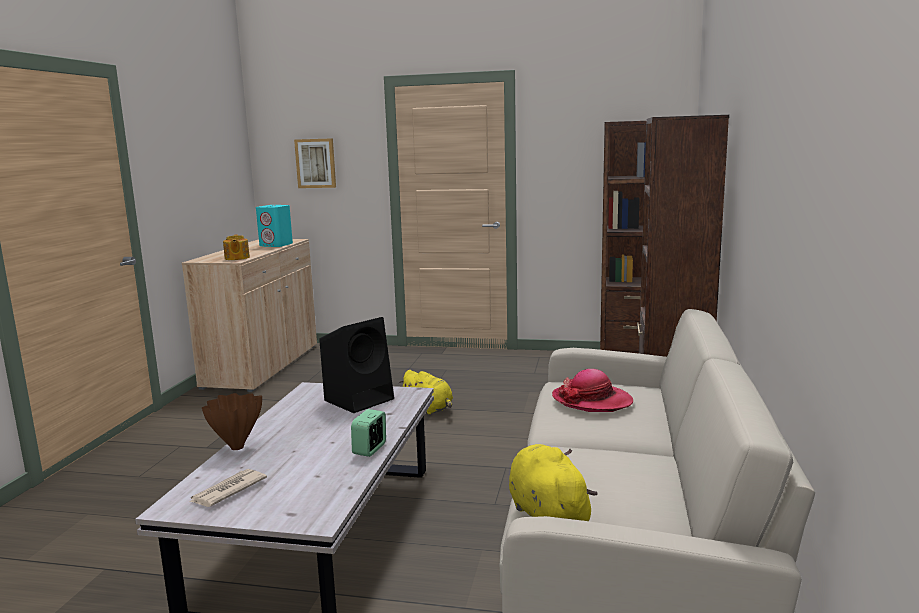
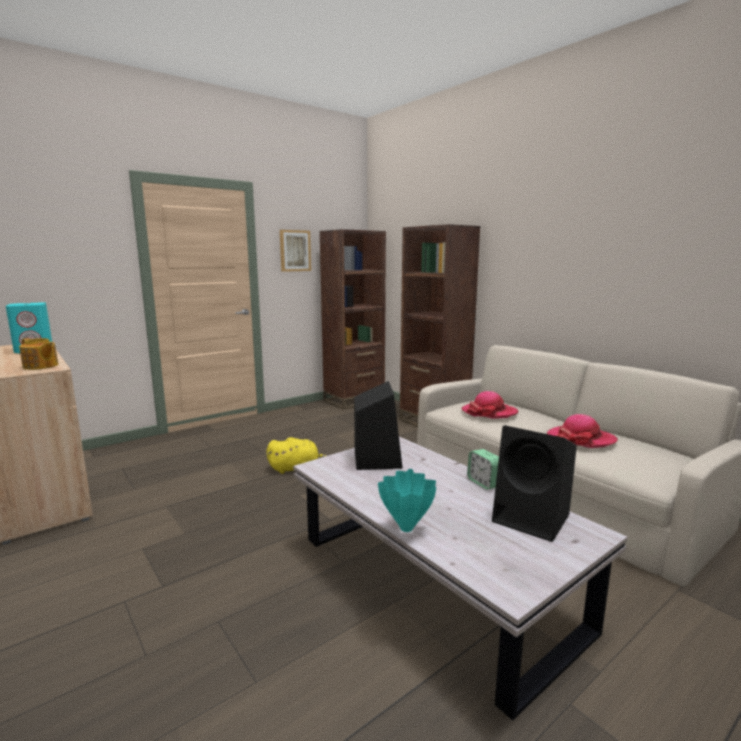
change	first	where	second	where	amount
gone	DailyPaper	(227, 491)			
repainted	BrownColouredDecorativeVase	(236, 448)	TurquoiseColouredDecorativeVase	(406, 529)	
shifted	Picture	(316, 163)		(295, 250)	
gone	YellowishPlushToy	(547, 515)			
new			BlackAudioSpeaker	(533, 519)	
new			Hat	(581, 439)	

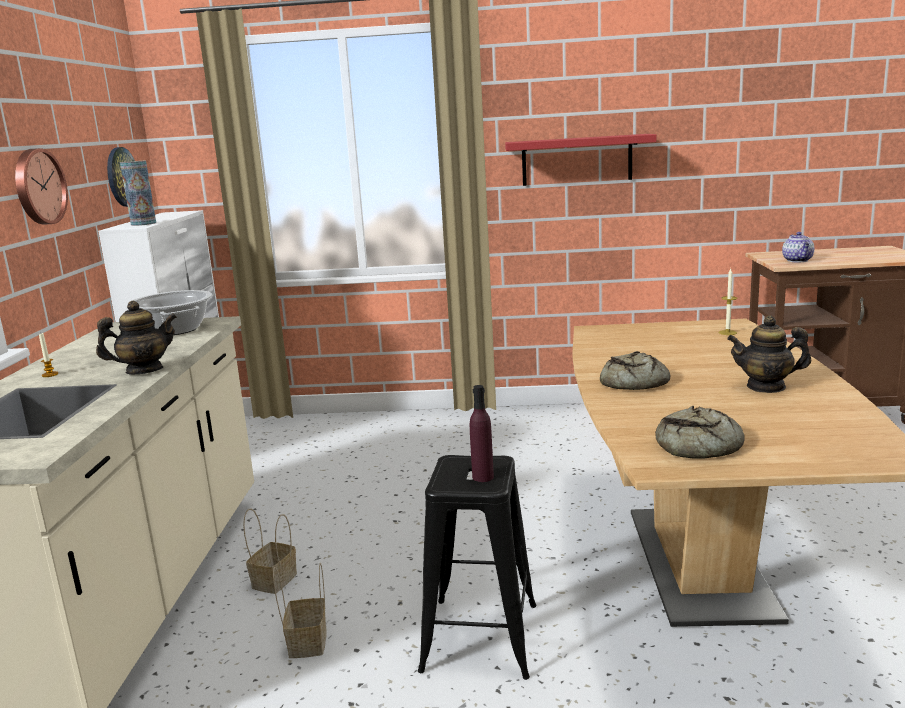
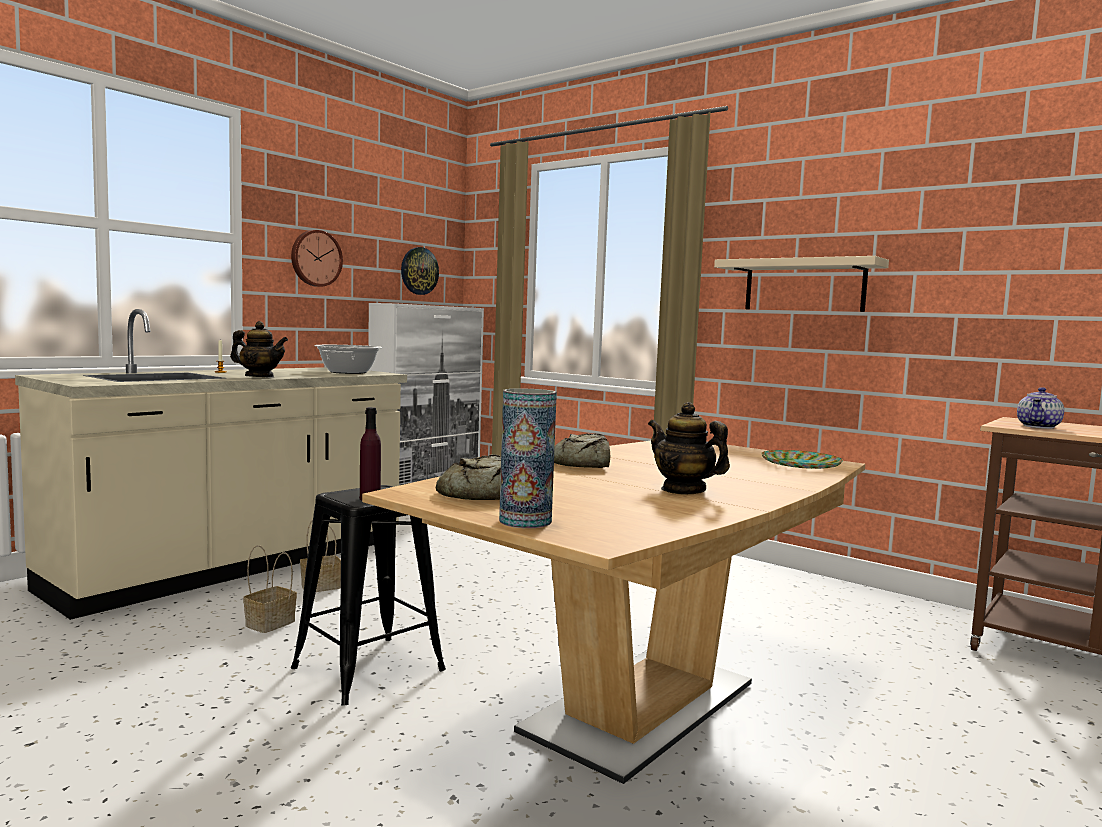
change	first	where	second	where	amount
shifted	DecorativeVase	(143, 224)		(525, 521)	
repainted	RedColouredBracketShelf	(576, 160)	BeigeBracketShelf	(804, 286)	
swapped	Candle	(727, 332)	FlatDish	(800, 464)	

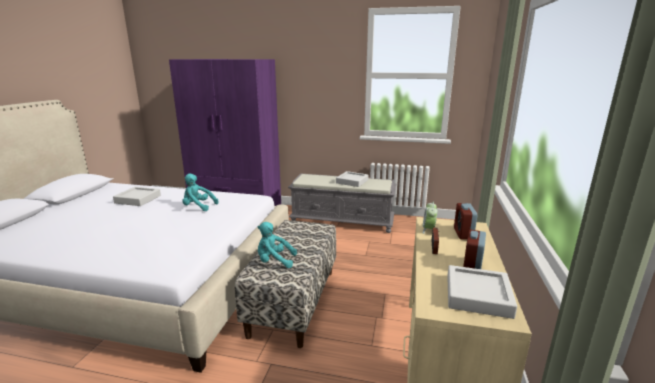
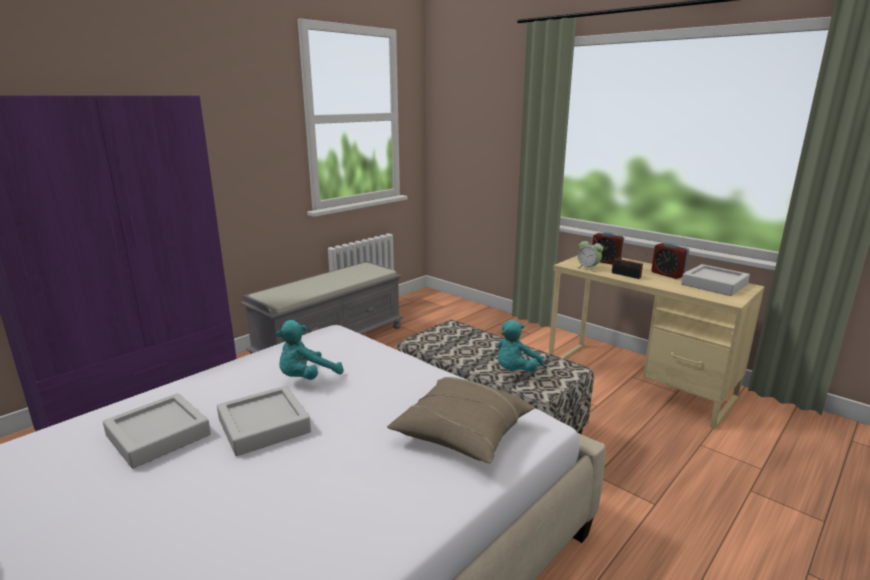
change	first	where	second	where	amount
shifted	GreyishServingTray	(352, 181)		(264, 425)	
new			BeigeCushion	(462, 434)	

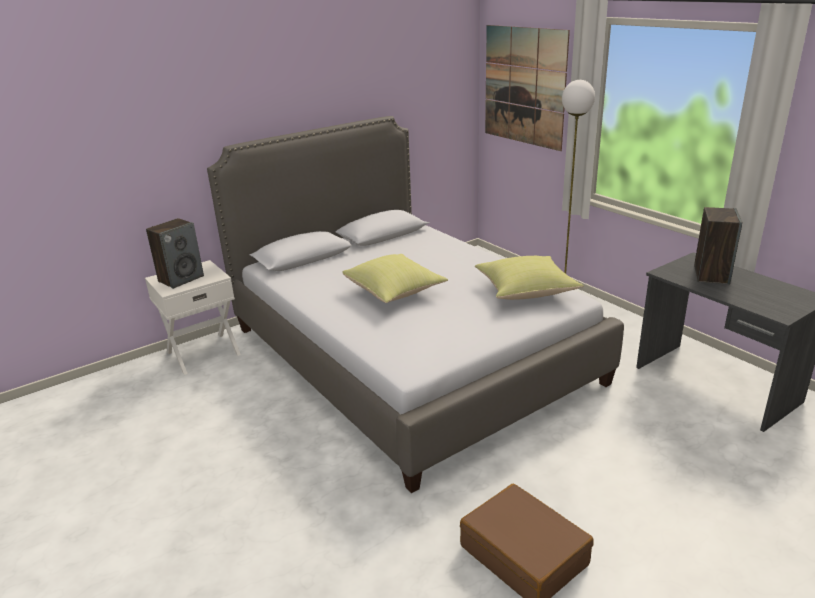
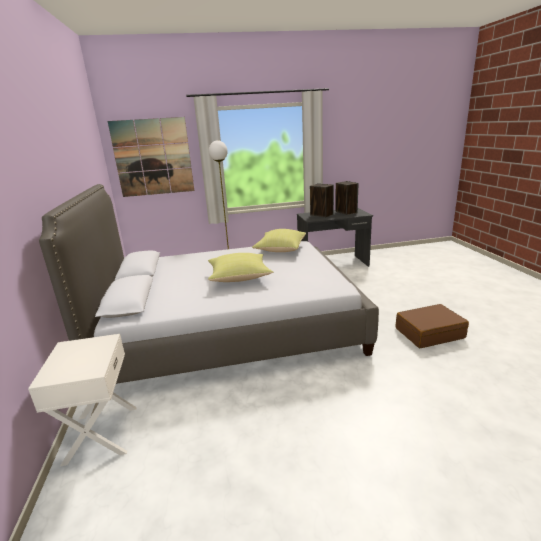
change	first	where	second	where	amount
shifted	AudioSpeaker	(181, 279)		(346, 212)	

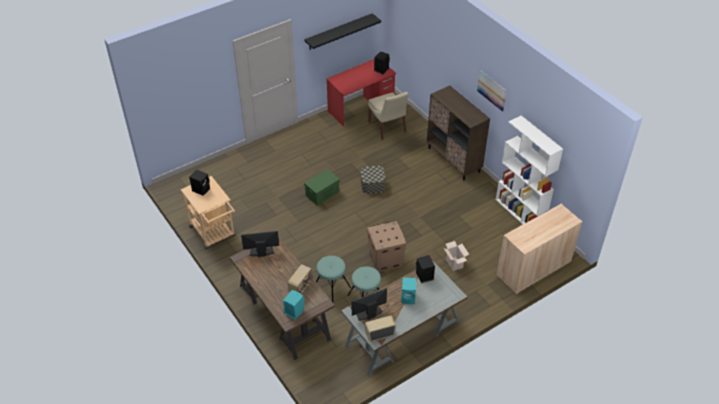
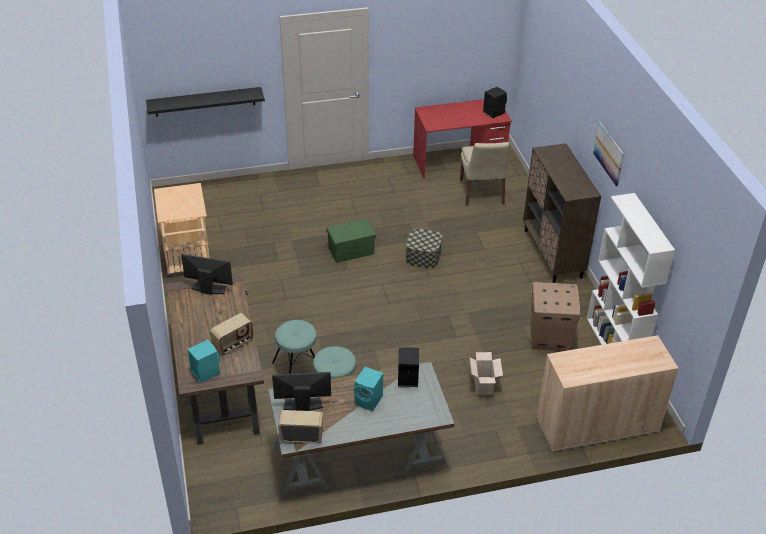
change	first	where	second	where	amount
gone	BlackAudioSpeaker	(201, 189)			
shifted	BlackBracketShelf	(339, 32)		(205, 101)	
shifted	Carton	(385, 260)		(548, 337)	

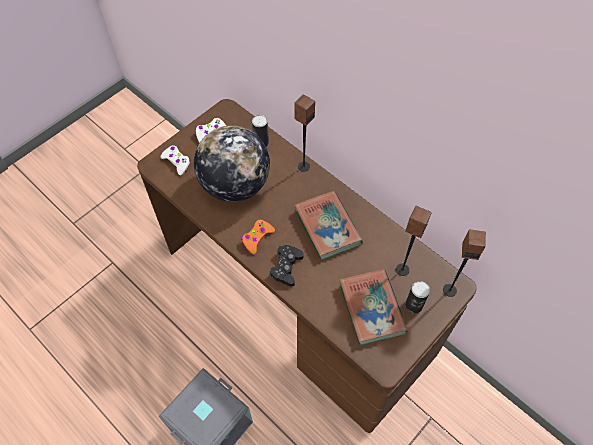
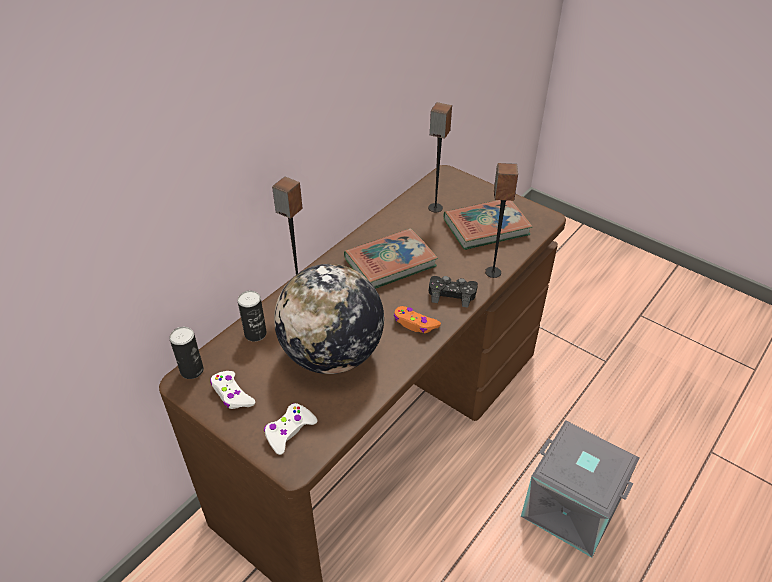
change	first	where	second	where	amount
shifted	MetalCan	(413, 305)		(192, 370)	
shifted	AudioSpeaker	(449, 290)		(492, 272)	

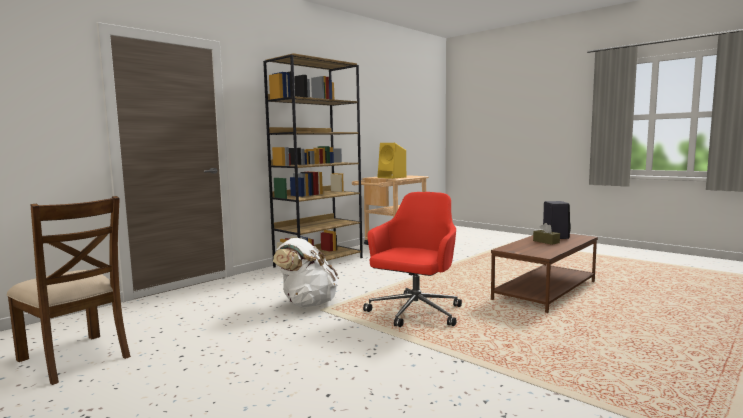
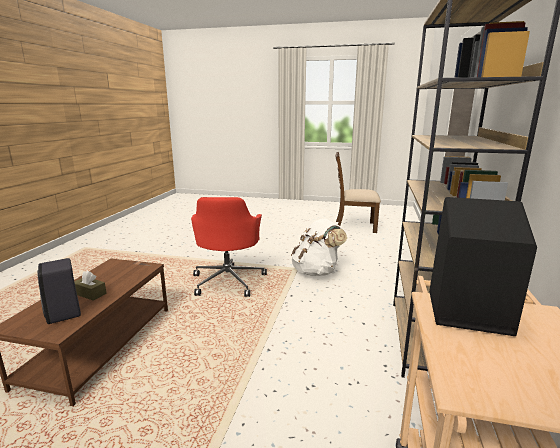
change	first	where	second	where	amount
repainted	YellowishAudioSpeaker	(392, 177)	BlackAudioSpeaker	(465, 312)	

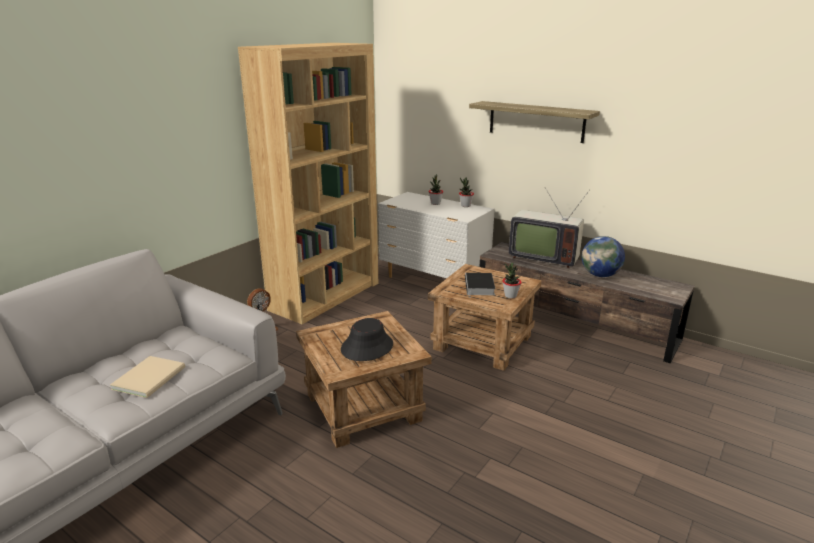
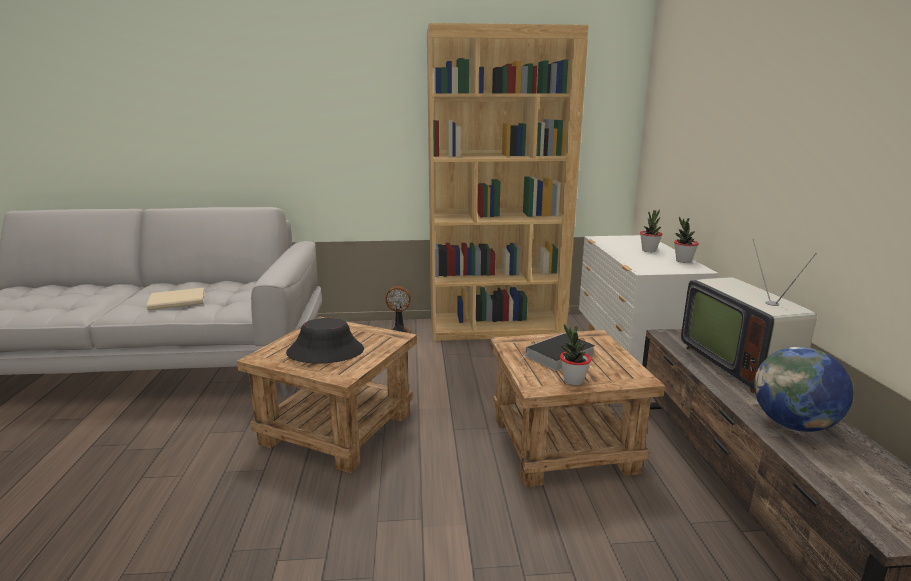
change	first	where	second	where	amount
gone	BracketShelf	(536, 121)			

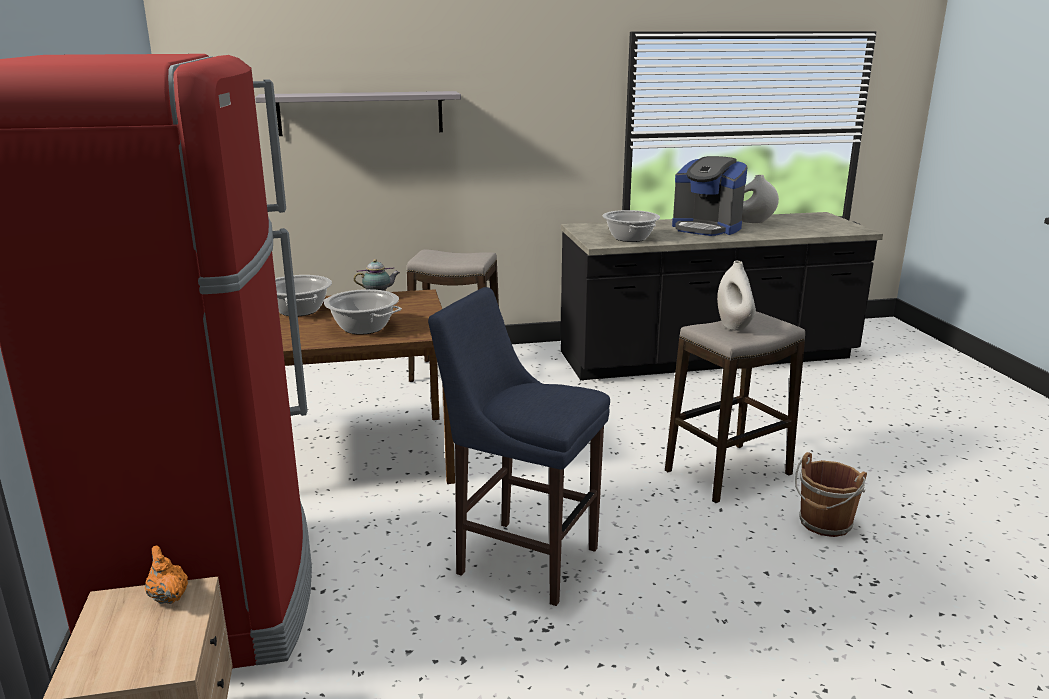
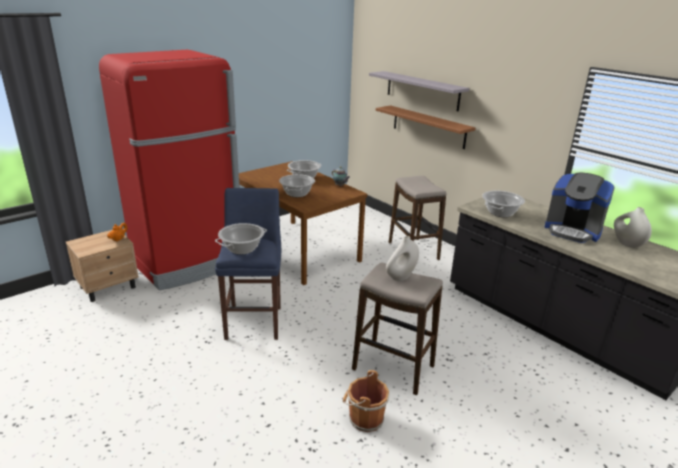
change	first	where	second	where	amount
rotated	CoffeeBrewer	(706, 228)		(572, 231)	60 degrees counterclockwise
new			CookingPot	(242, 249)	
new			BrownColouredBracketShelf	(428, 126)	

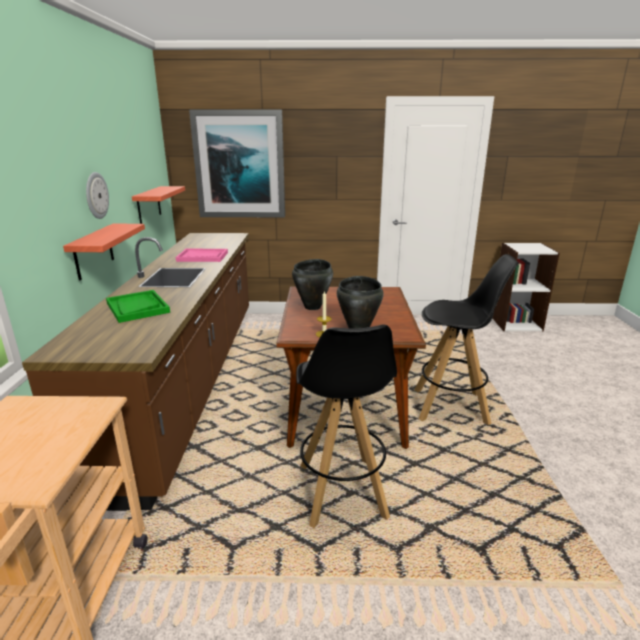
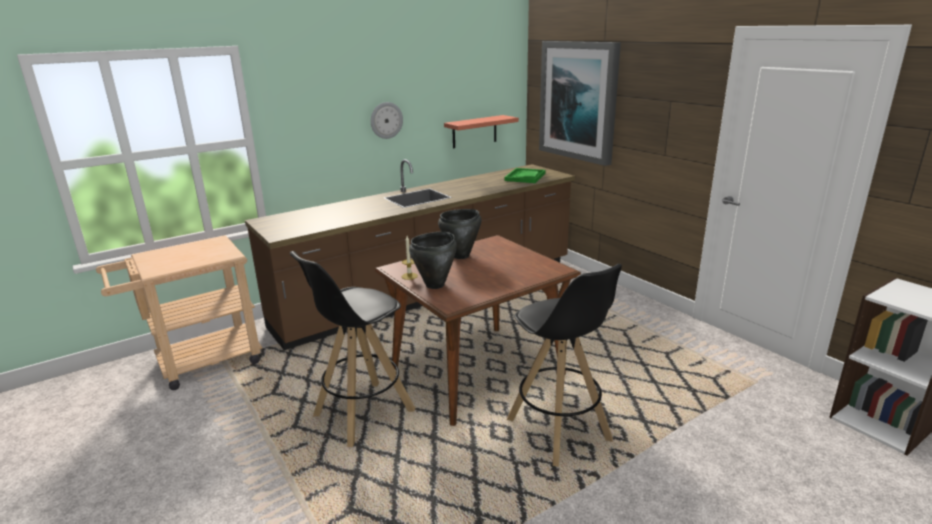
change	first	where	second	where	amount
gone	BracketShelf	(93, 251)			
shifted	GreenishServingTray	(137, 307)		(525, 177)	
gone	PinkishServingTray	(203, 257)			

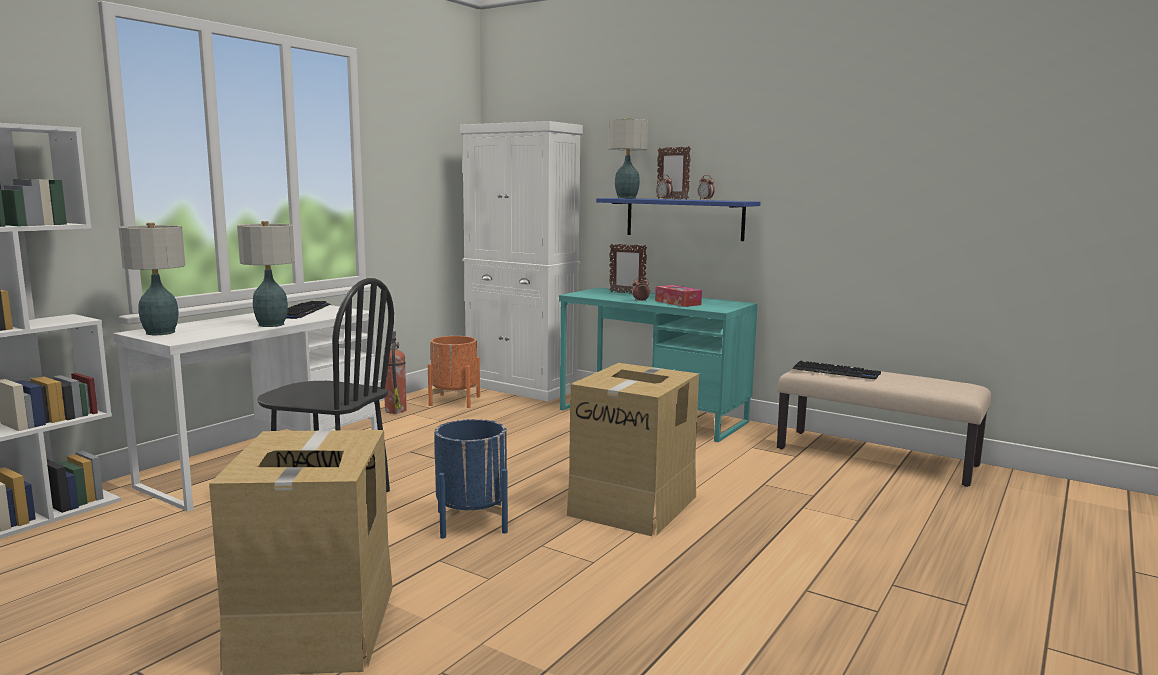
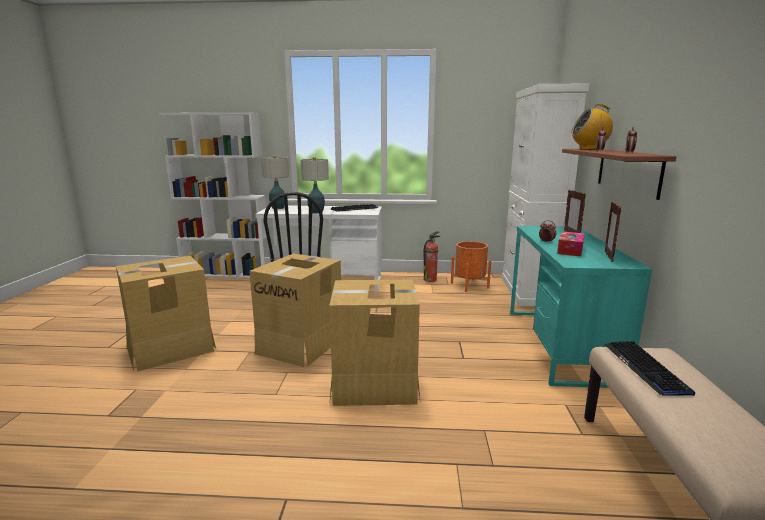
change	first	where	second	where	amount
swapped	BluishPlantPot	(471, 521)	Carton	(302, 344)	
repainted	BluishBracketShelf	(684, 218)	BrownColouredBracketShelf	(628, 171)	
swapped	TabletopLamp	(627, 198)	Radio	(589, 149)	
shifted	PictureFrame	(672, 199)		(608, 256)	

